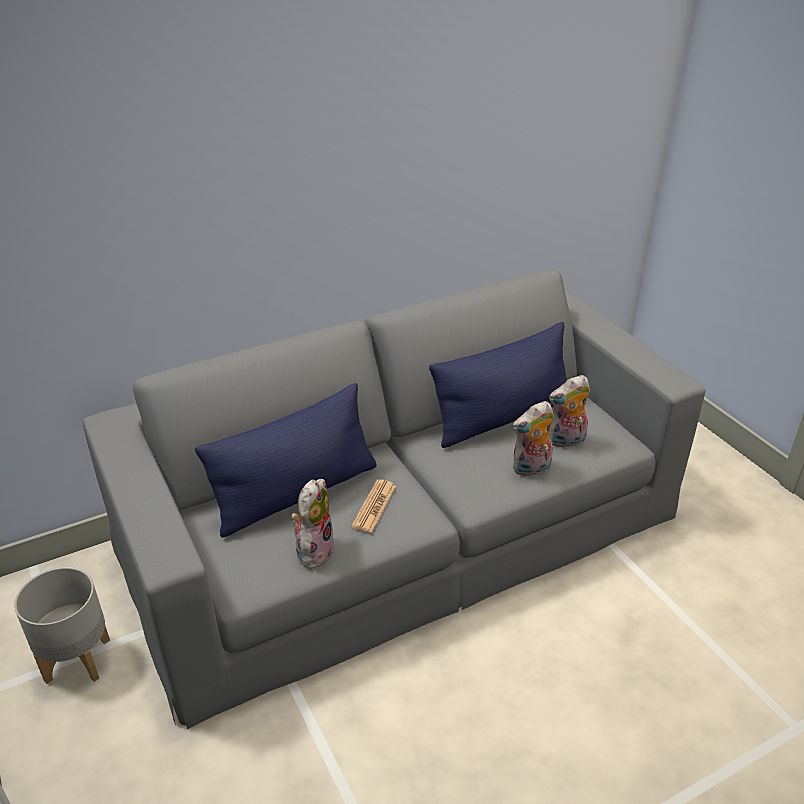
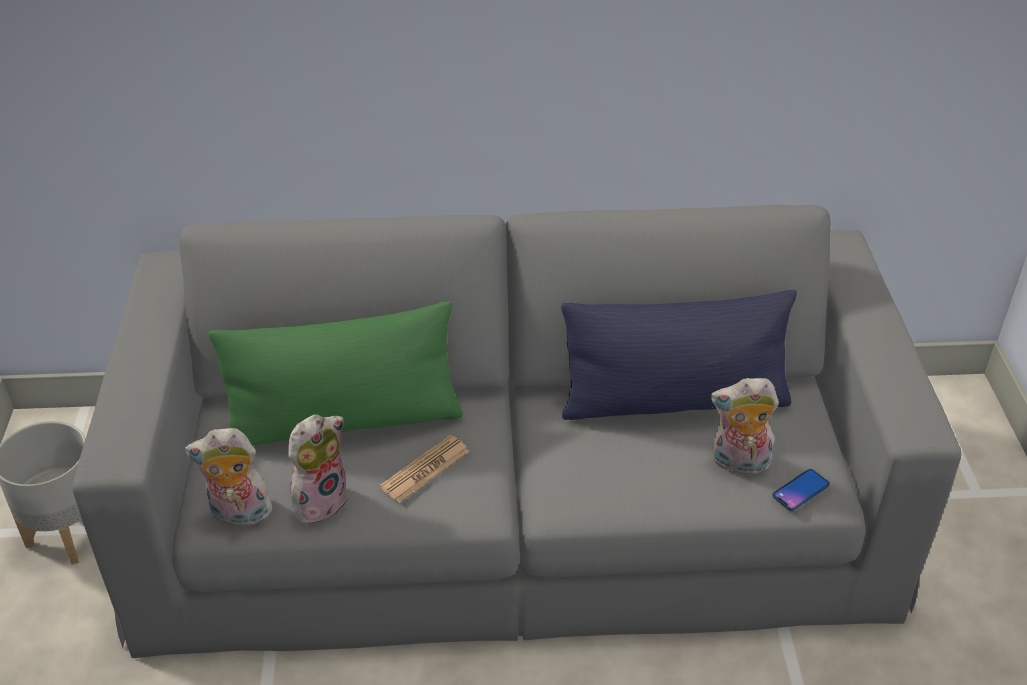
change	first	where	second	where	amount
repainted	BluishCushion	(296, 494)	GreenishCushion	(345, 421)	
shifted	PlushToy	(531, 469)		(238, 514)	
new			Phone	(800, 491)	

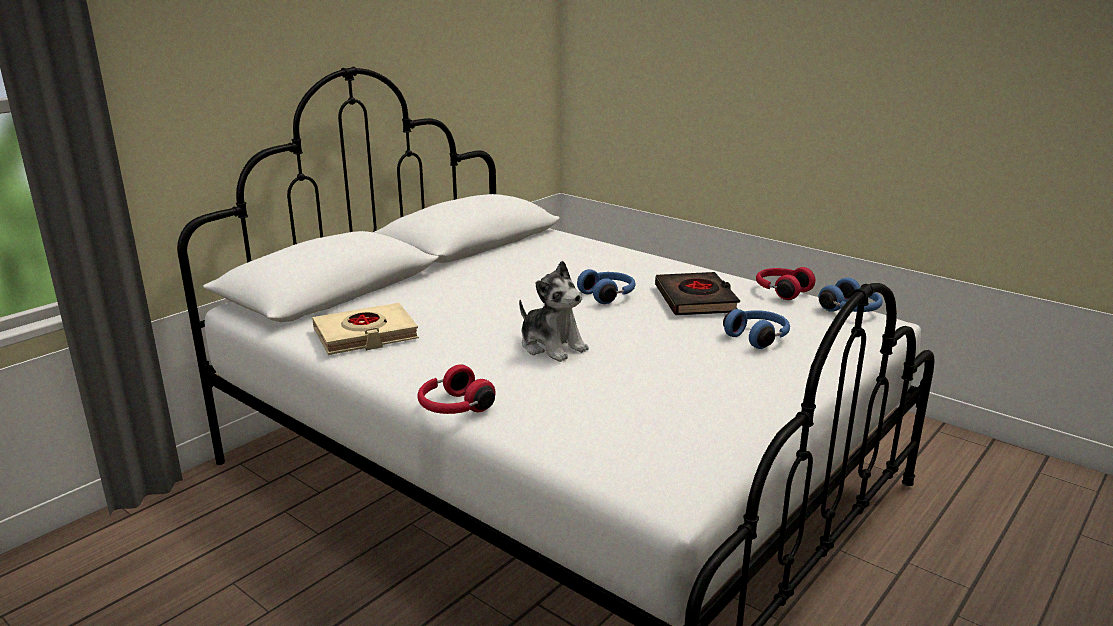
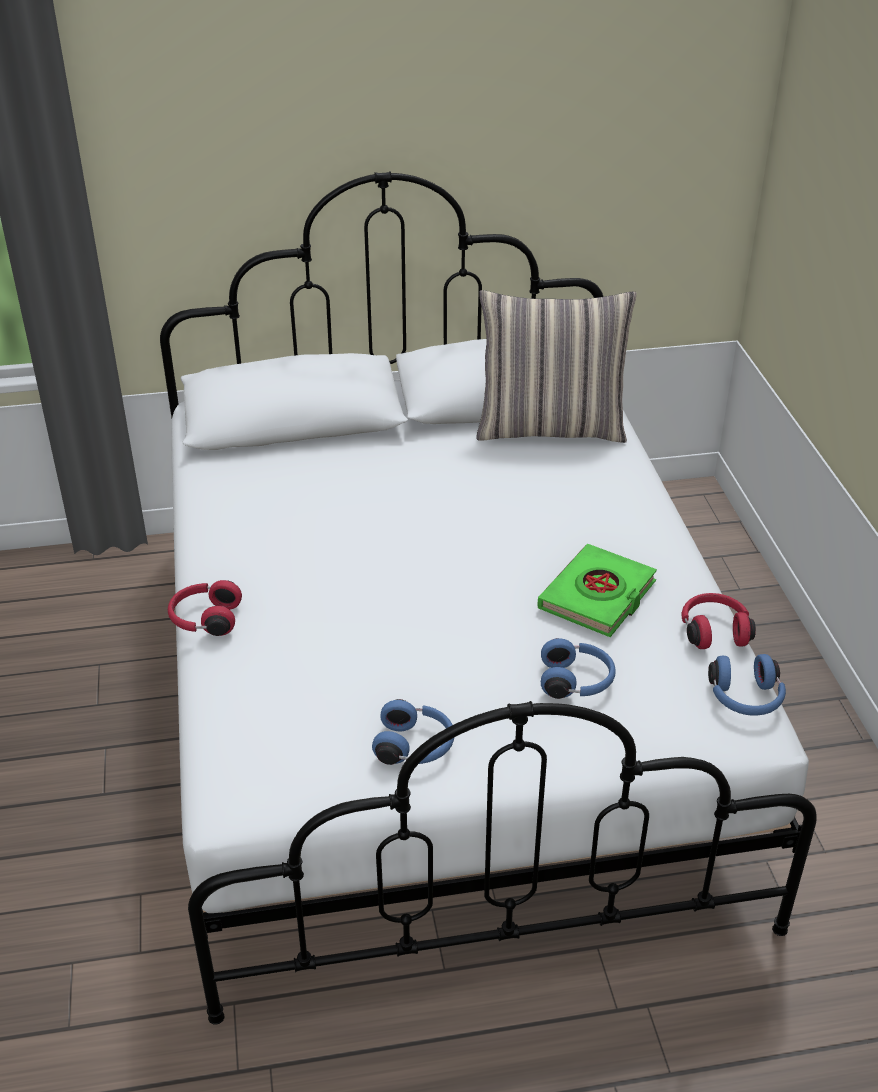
change	first	where	second	where	amount
gone	BeigeVolume	(365, 335)			
gone	PlushToy	(552, 346)			
shifted	BluishPairOfHeadphones	(608, 295)		(415, 746)	
repainted	BlackVolume	(696, 300)	GreenishVolume	(598, 596)	
new			Cushion	(551, 427)	

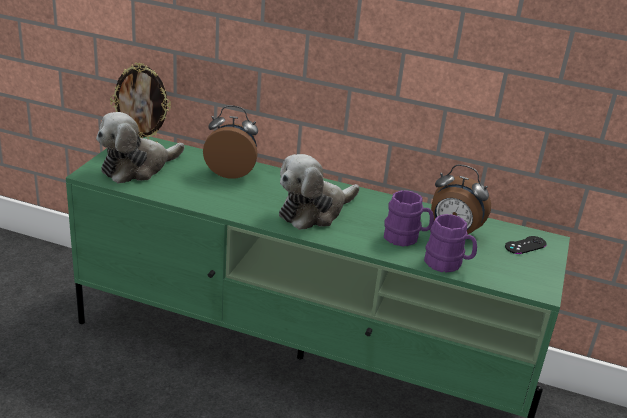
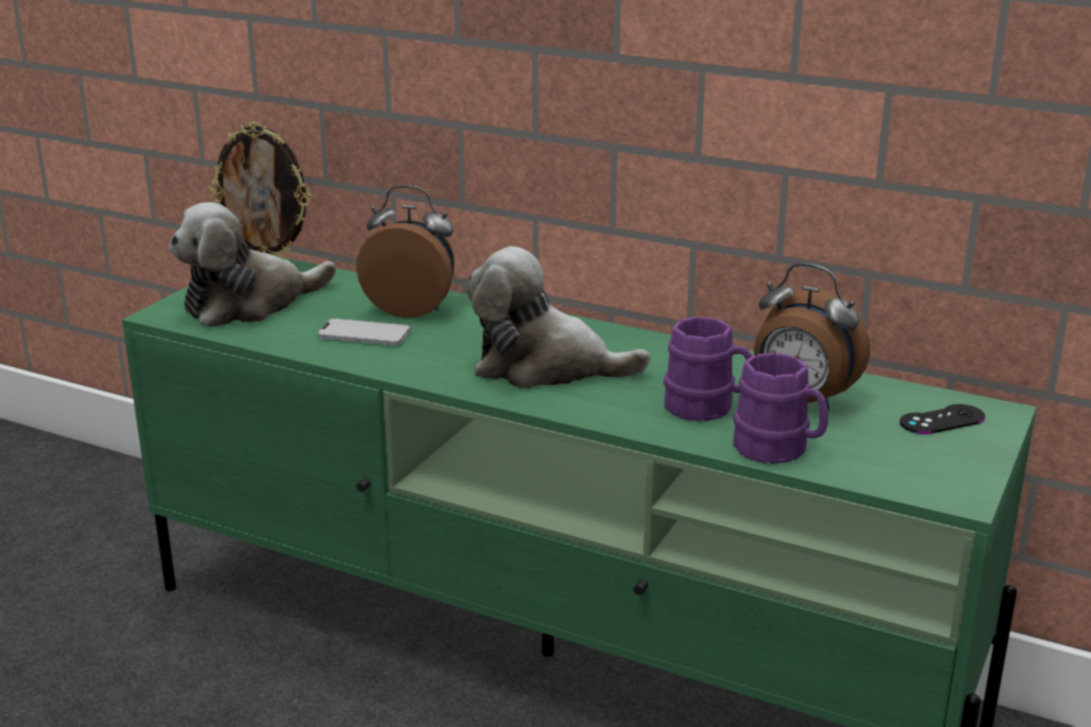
change	first	where	second	where	amount
rotated	PlushToy	(314, 211)		(545, 367)	45 degrees clockwise
new			Phone	(364, 334)	

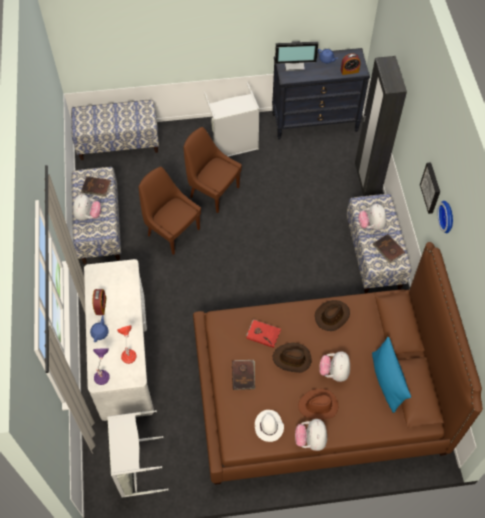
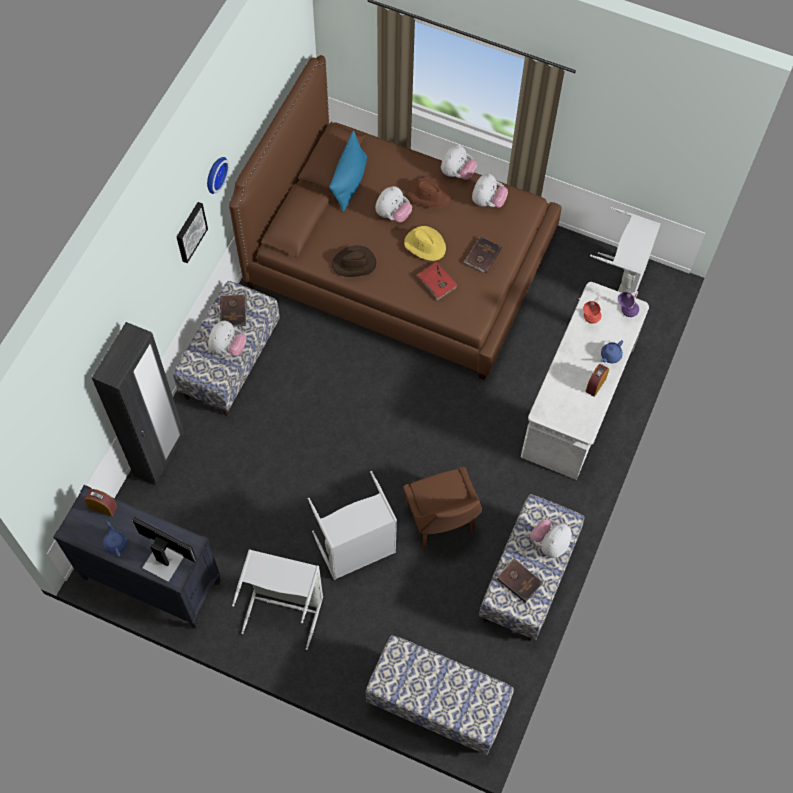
change	first	where	second	where	amount
swapped	BrownColouredChair	(213, 191)	GreyishWashingBasket	(357, 550)	
swapped	WhiteColouredHat	(269, 427)	PlushToy	(488, 202)	
repainted	BrownColouredHat	(292, 359)	YellowishHat	(425, 245)	

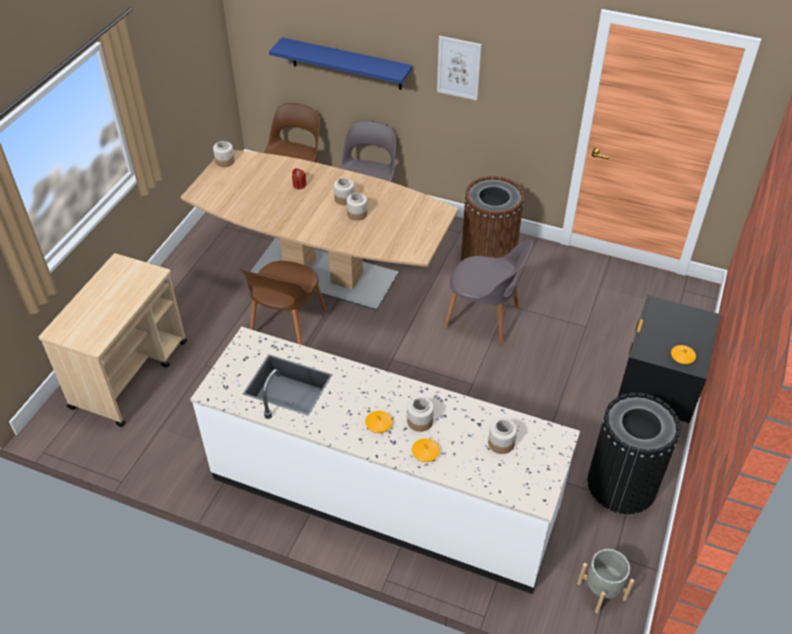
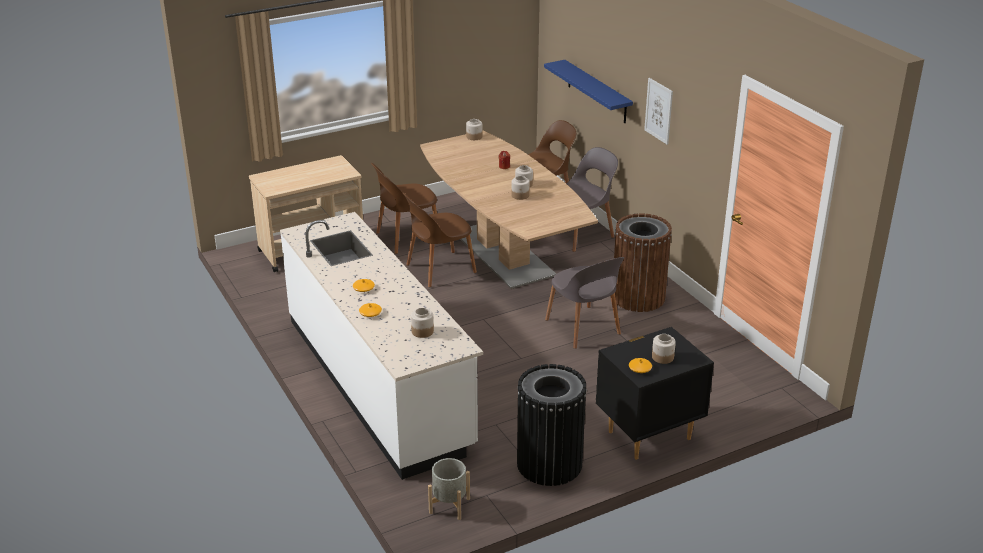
change	first	where	second	where	amount
shifted	Jar	(420, 421)		(663, 357)	
new			BrownColouredChair	(407, 238)	

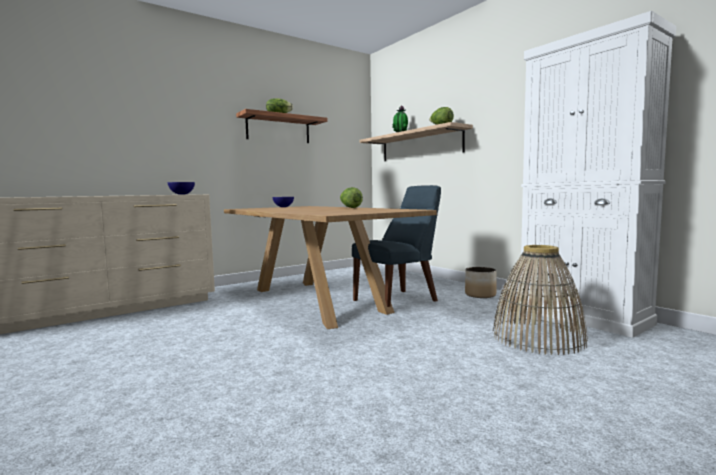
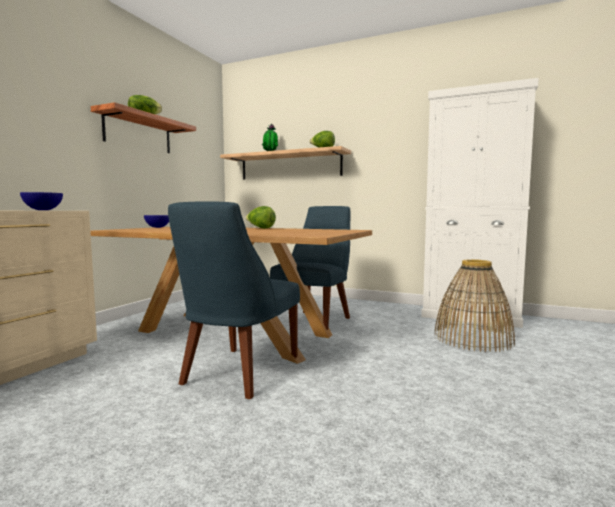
change	first	where	second	where	amount
gone	PlantPot	(480, 295)			
new			BluishChair	(237, 373)	

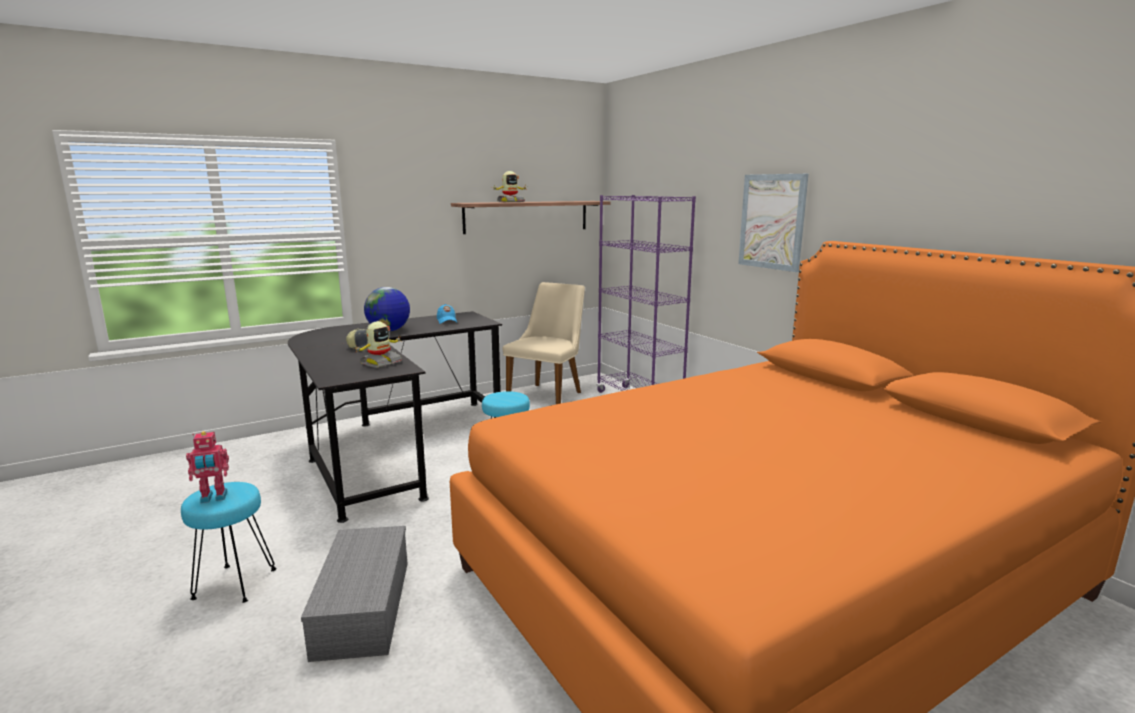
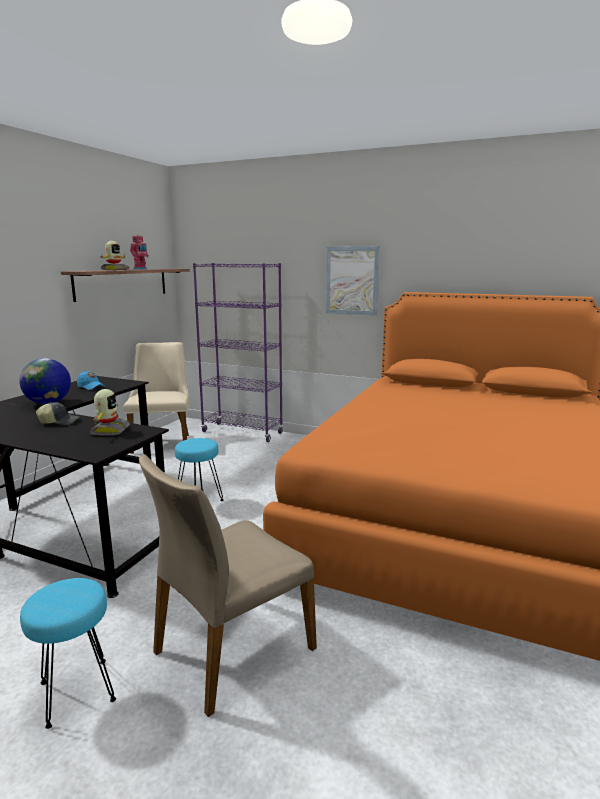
change	first	where	second	where	amount
shifted	ModelRobot	(213, 498)		(140, 269)	
swapped	GreyishStorageBin	(362, 606)	BeigeChair	(232, 649)	

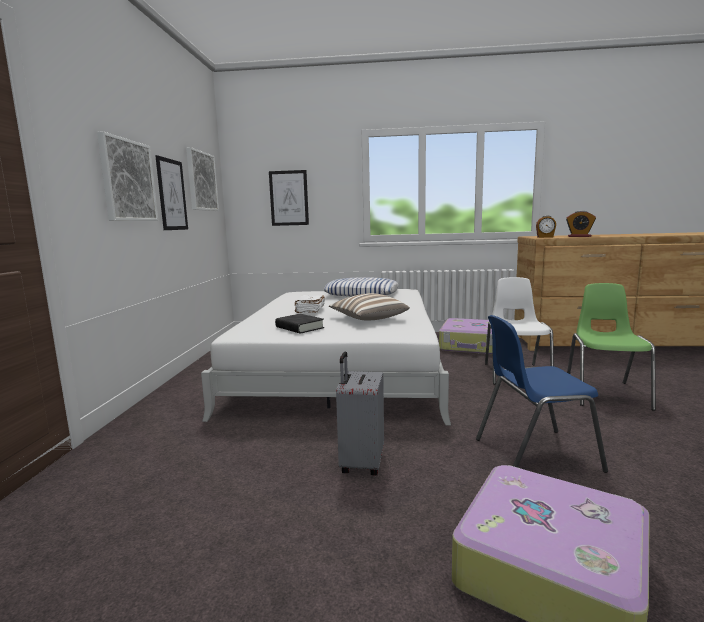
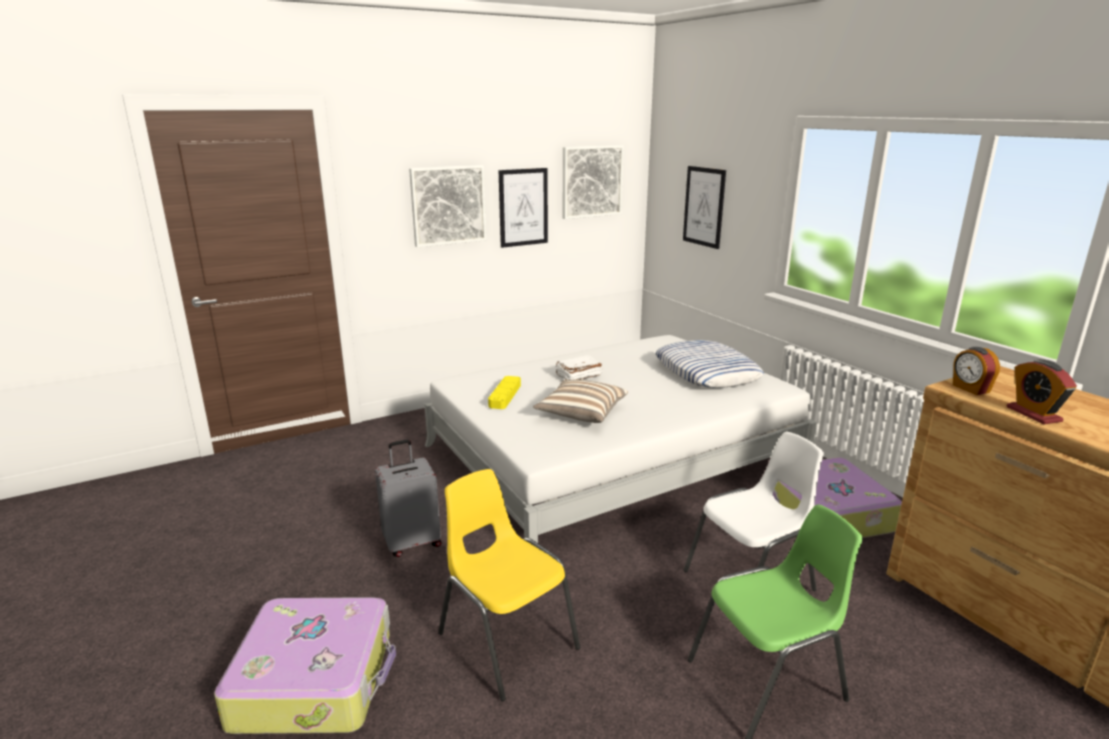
change	first	where	second	where	amount
swapped	BlackVolume	(299, 327)	YellowishServingTray	(505, 395)	
repainted	BluishChair	(533, 454)	YellowishChair	(506, 640)	

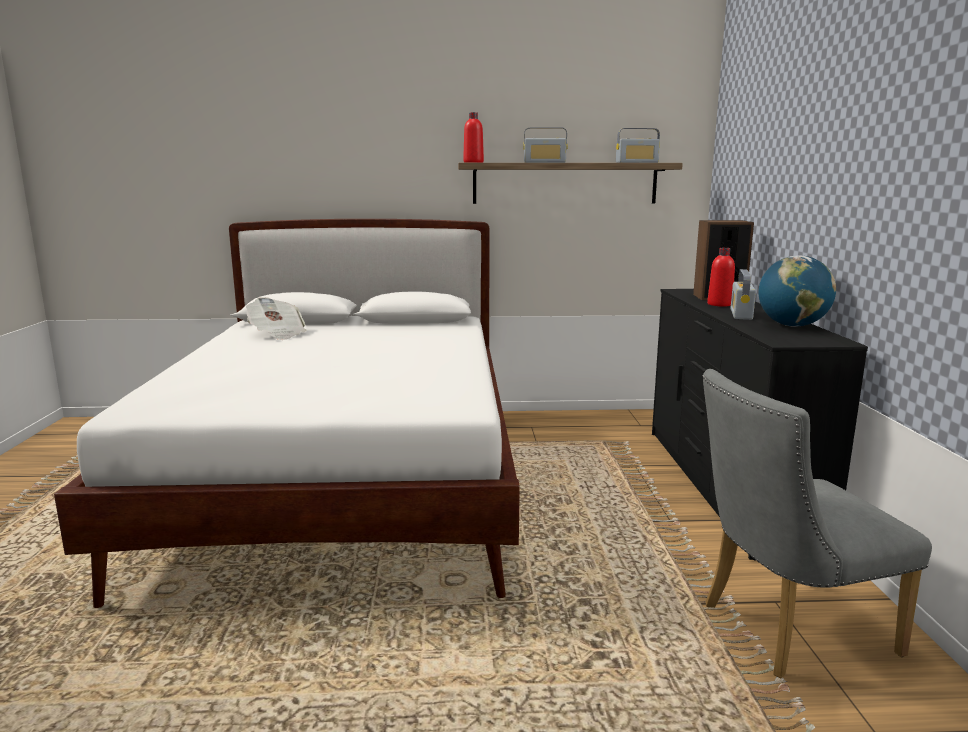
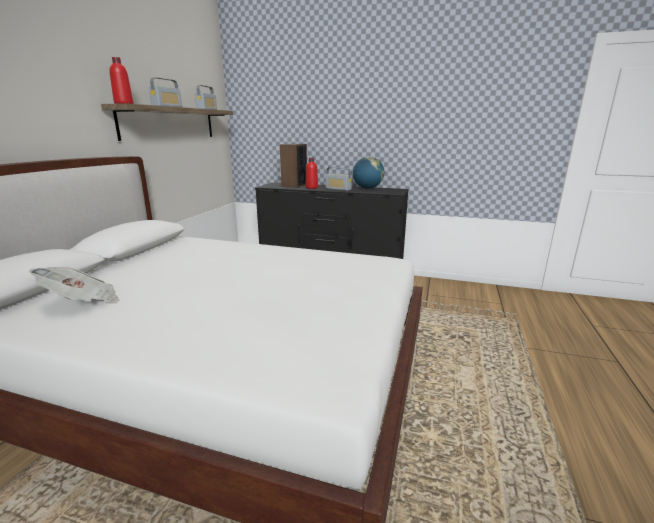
change	first	where	second	where	amount
gone	GreyishChair	(785, 630)			

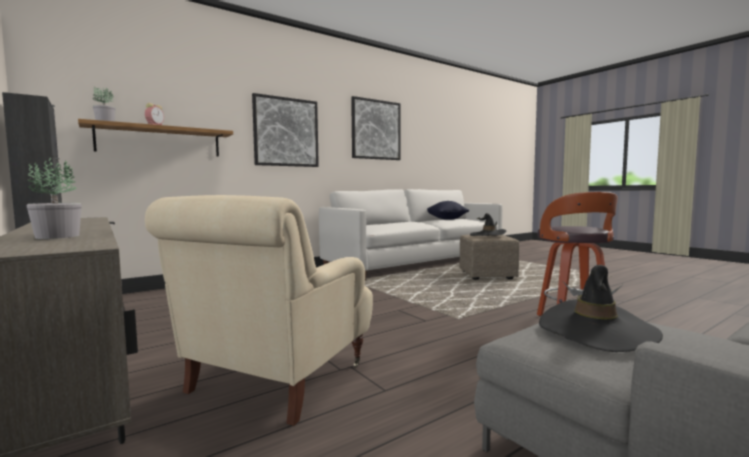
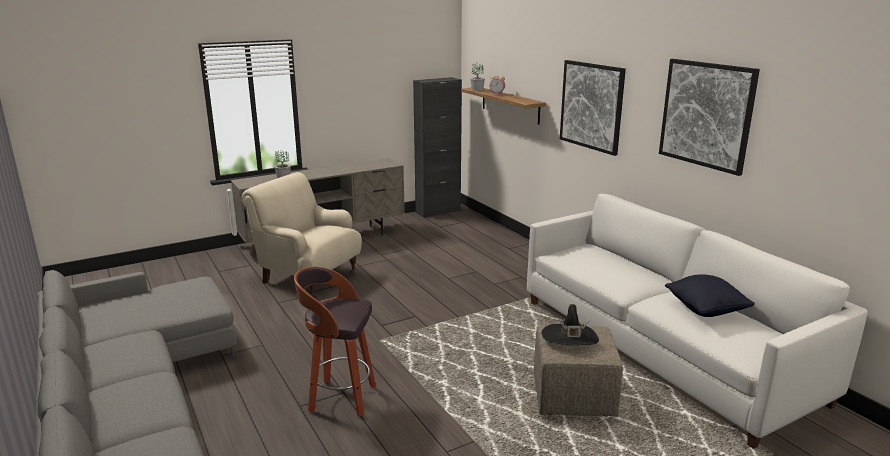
change	first	where	second	where	amount
gone	BlackHat	(596, 331)			

